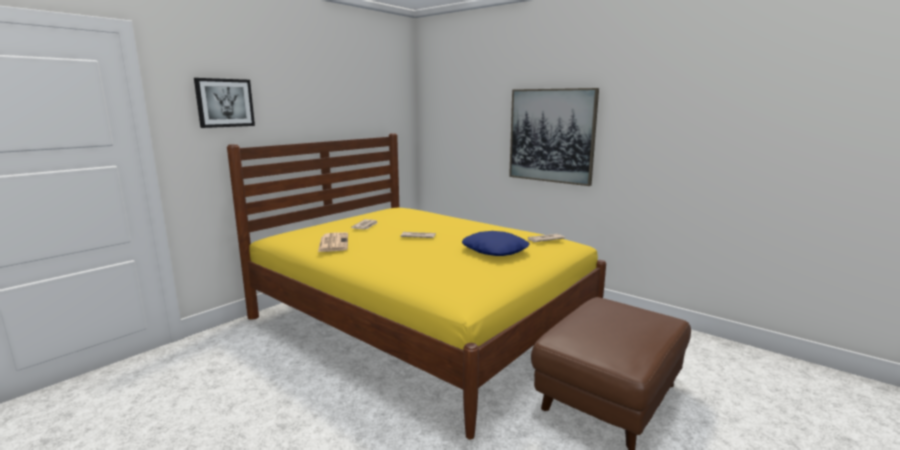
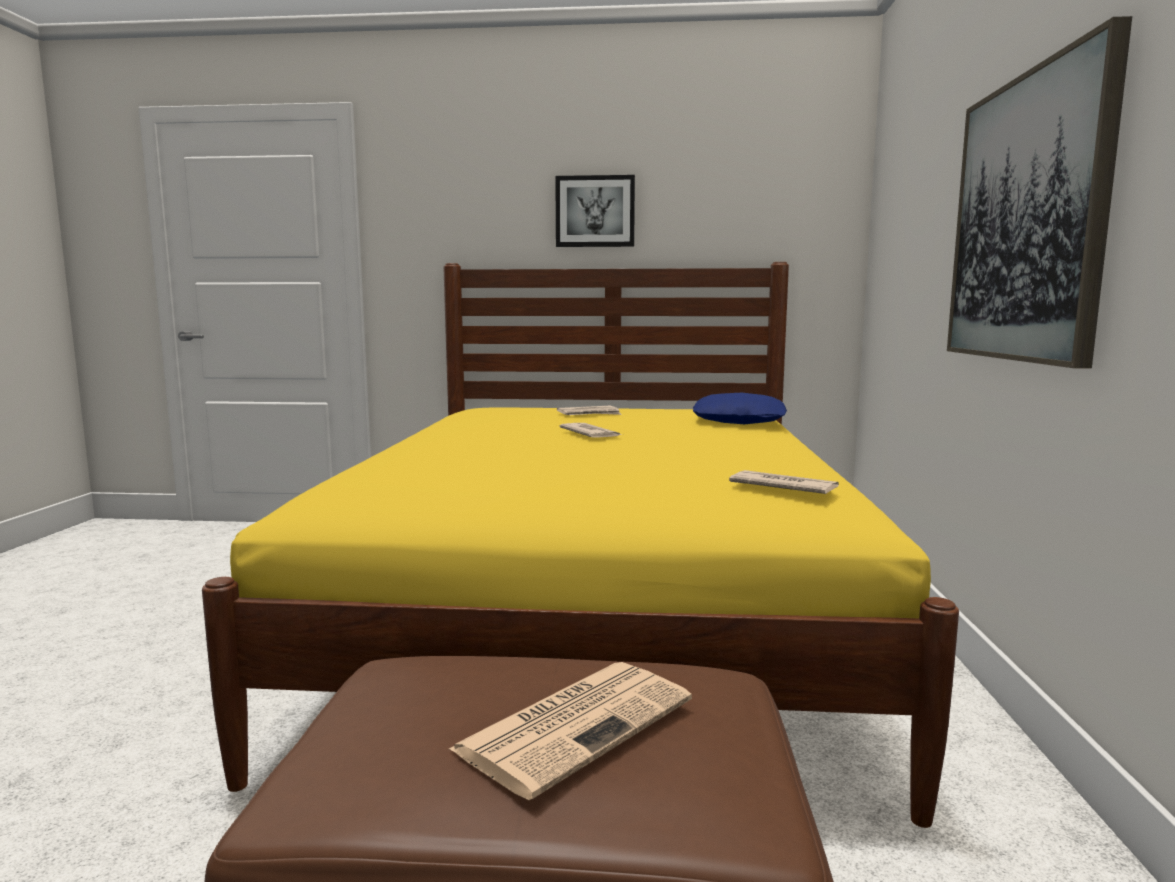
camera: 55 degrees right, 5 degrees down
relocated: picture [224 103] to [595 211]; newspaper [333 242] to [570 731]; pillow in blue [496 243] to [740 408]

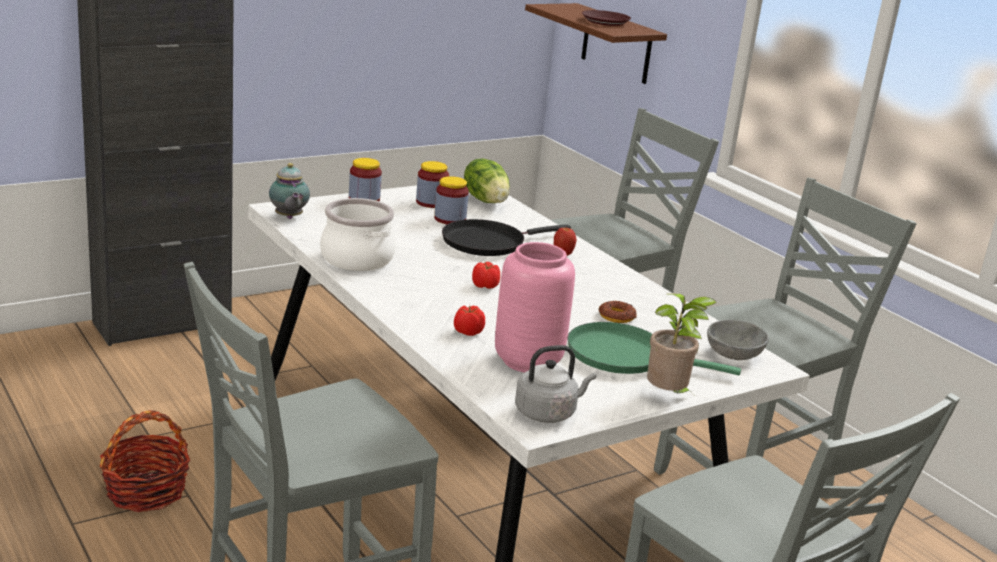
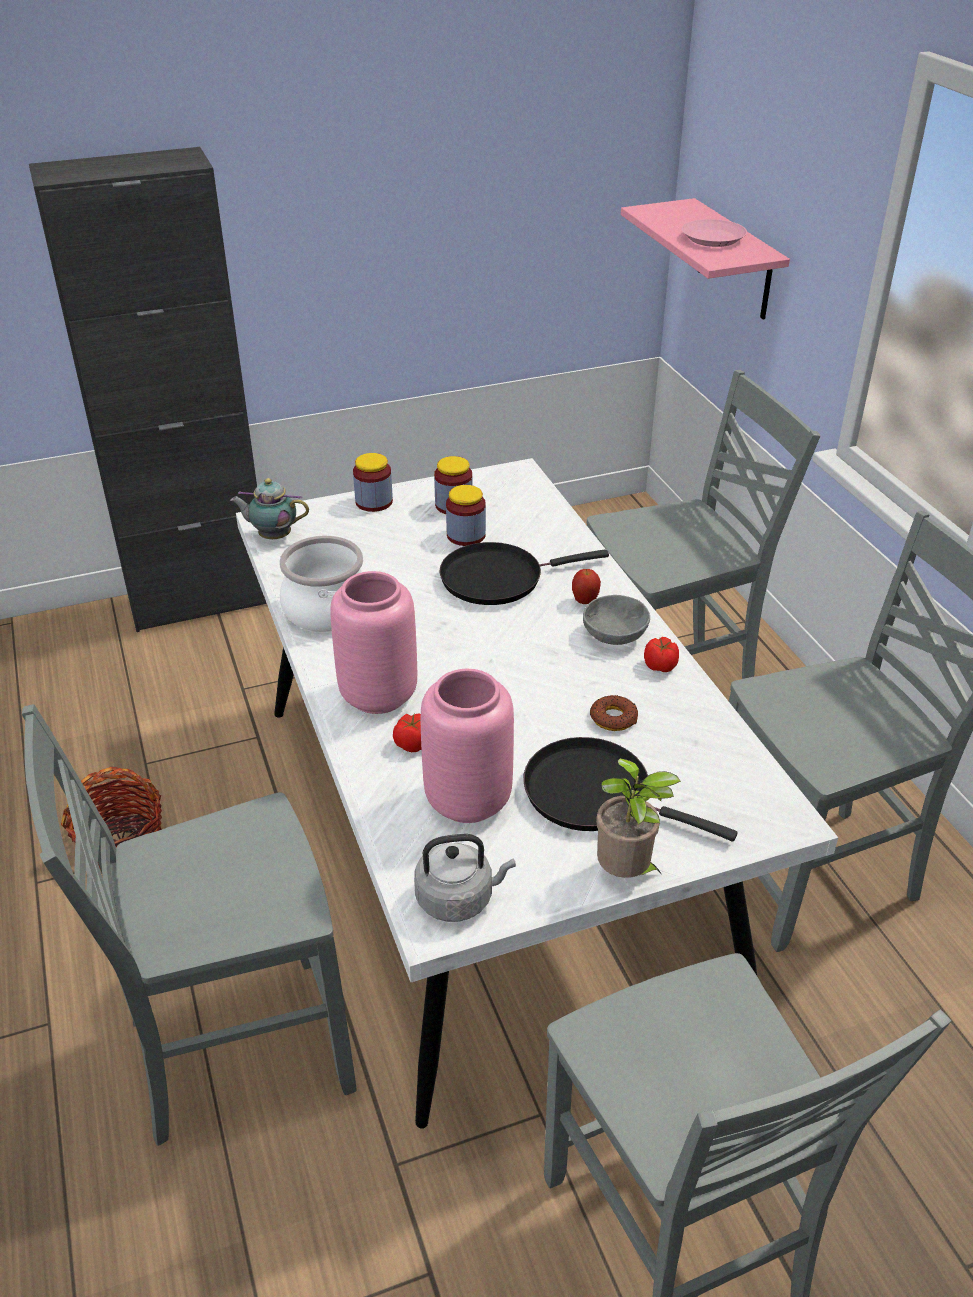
camera: 15 degrees right, 15 degrees up
missing: lettuce [487 180]
appeared: vase in pink [373 642]
relocated: tomato [486 275] to [661 654]; bowl in grey [738 340] to [616 620]
colour: shelf in brown [596 43] to shelf in pink [705 258]; frying pan in green [654 348] to frying pan in black [630 789]; plate in brown [606 18] to plate in pink [714 233]
spun: teapot [289 191] = [269 508] 105 degrees clockwise

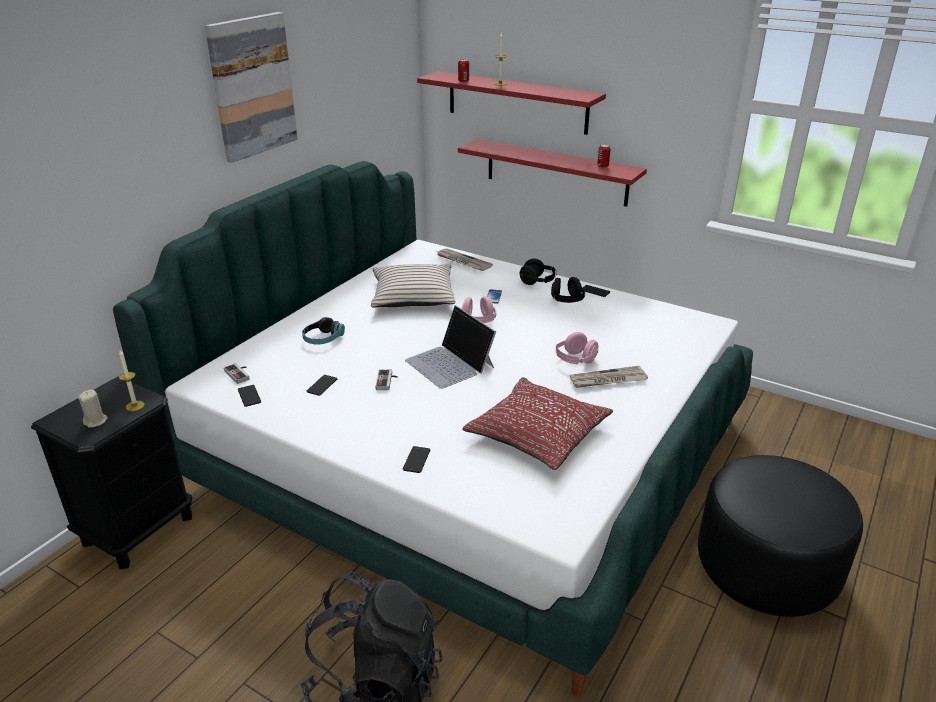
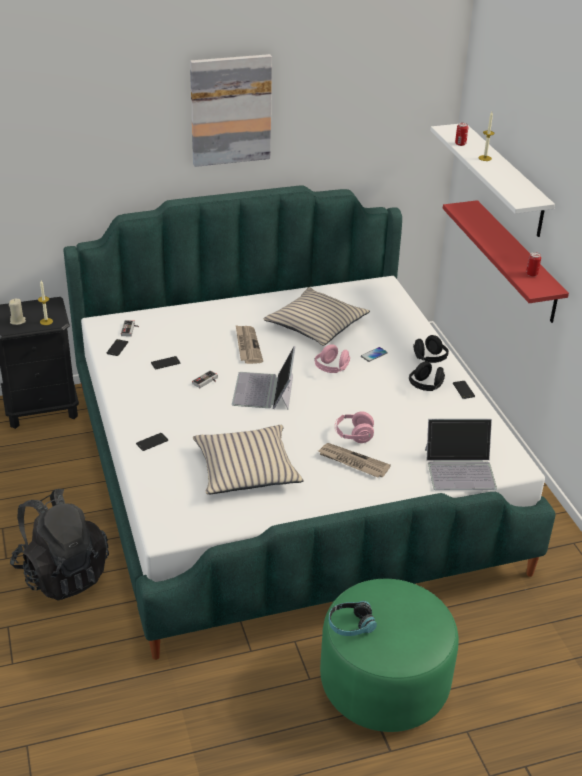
camera: 40 degrees right, 5 degrees up
appeared: laptop [461 454]
relocated: headphones [323 330] to [353 618]; newspaper [465 260] to [249 344]
colour: shelf in red [511 103] to shelf in white [492 180]; pillow in red [537 423] to pillow in beige [248 459]; ottoman in black [780 536] to ottoman in green [389 655]

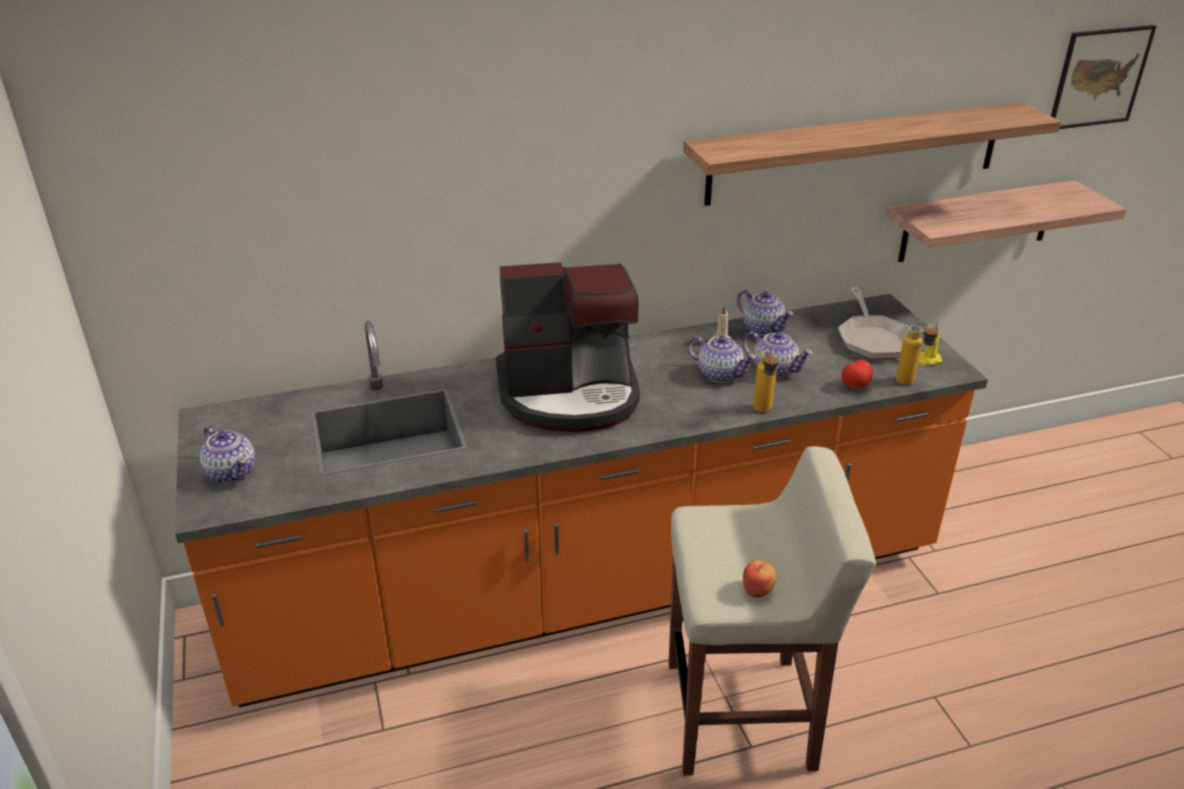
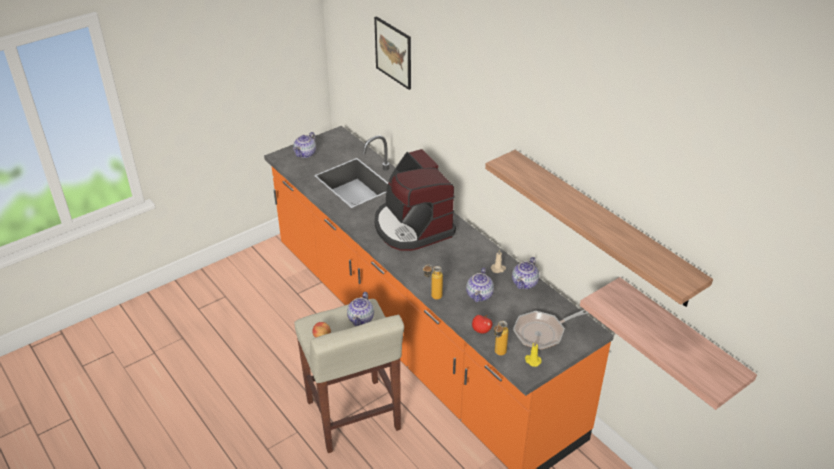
camera: 70 degrees right, 5 degrees up
relocated: teapot [722 359] to [360 309]; picture [1104 77] to [392 53]

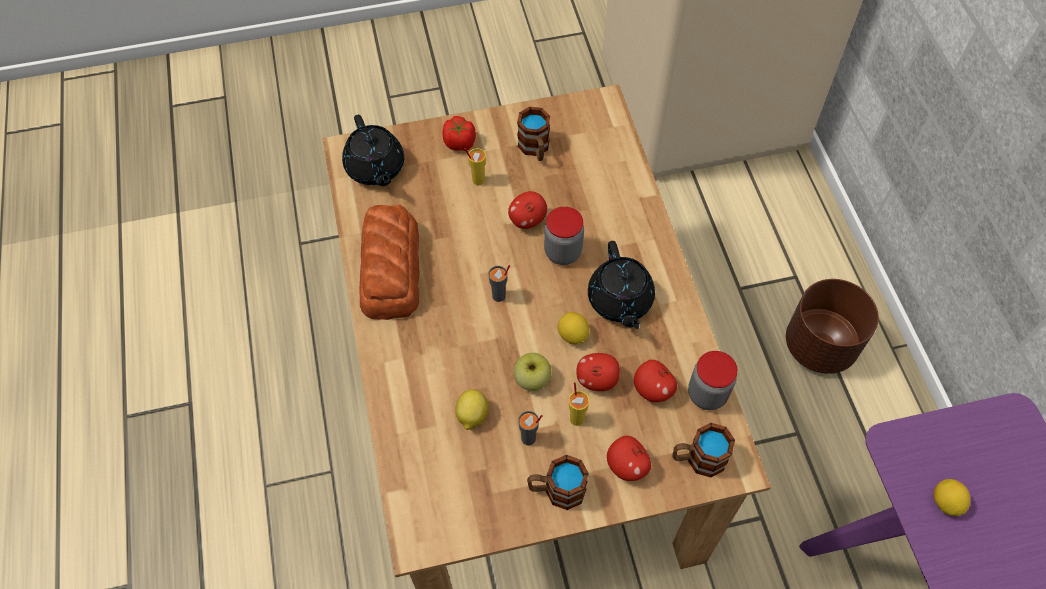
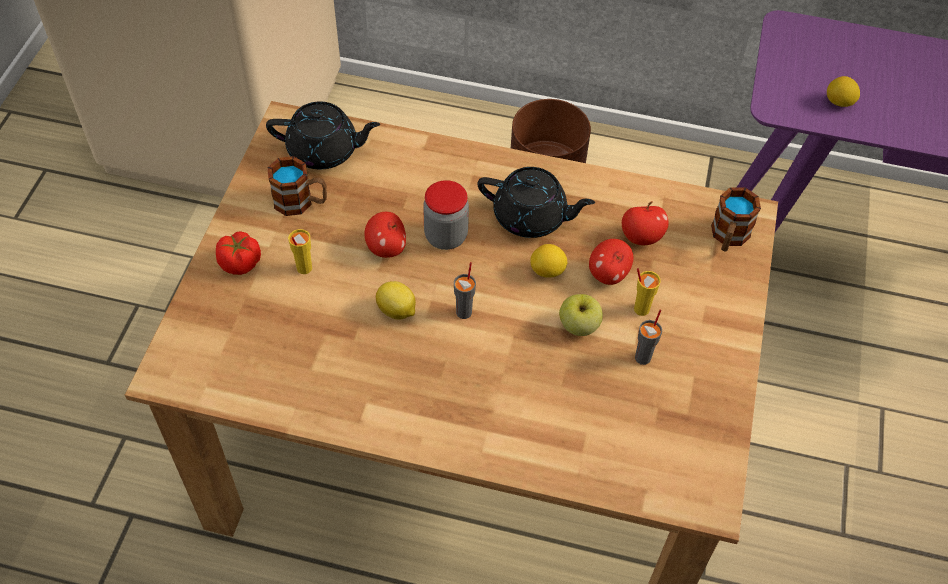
camera: 65 degrees left, 5 degrees down
missing: bread [389 262]; mug [558 482]; apple [629 458]; jar [713 380]
relocated: teapot in black [373 150] to [323 135]; lemon [472 409] to [396 300]

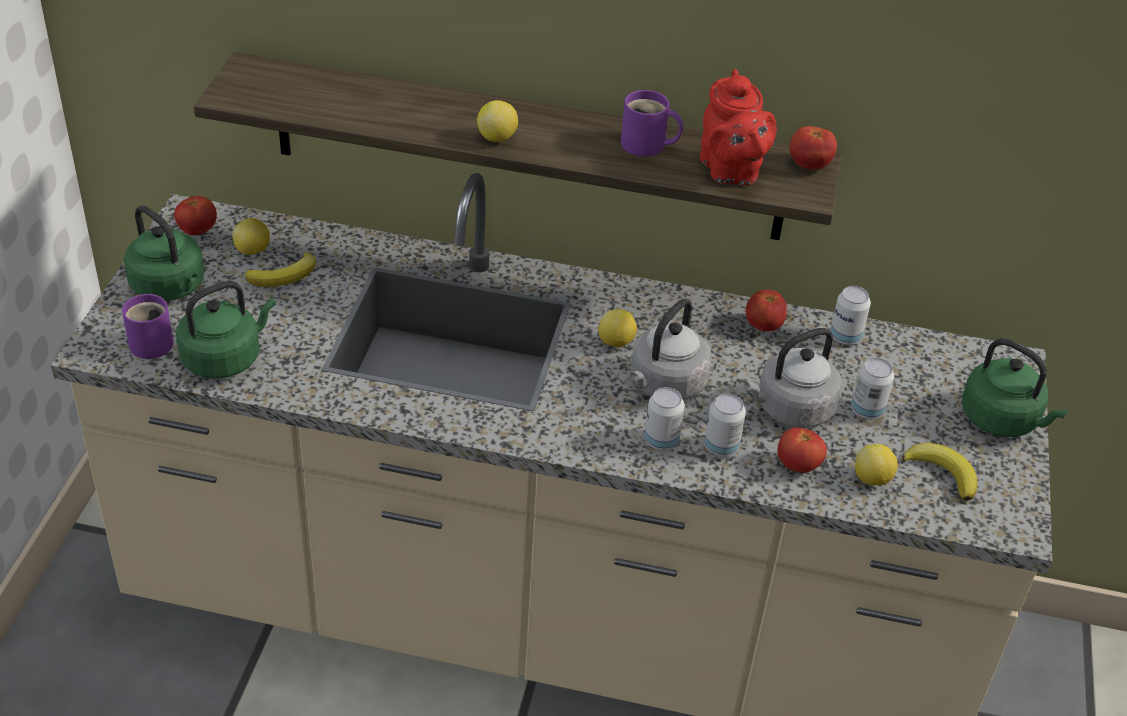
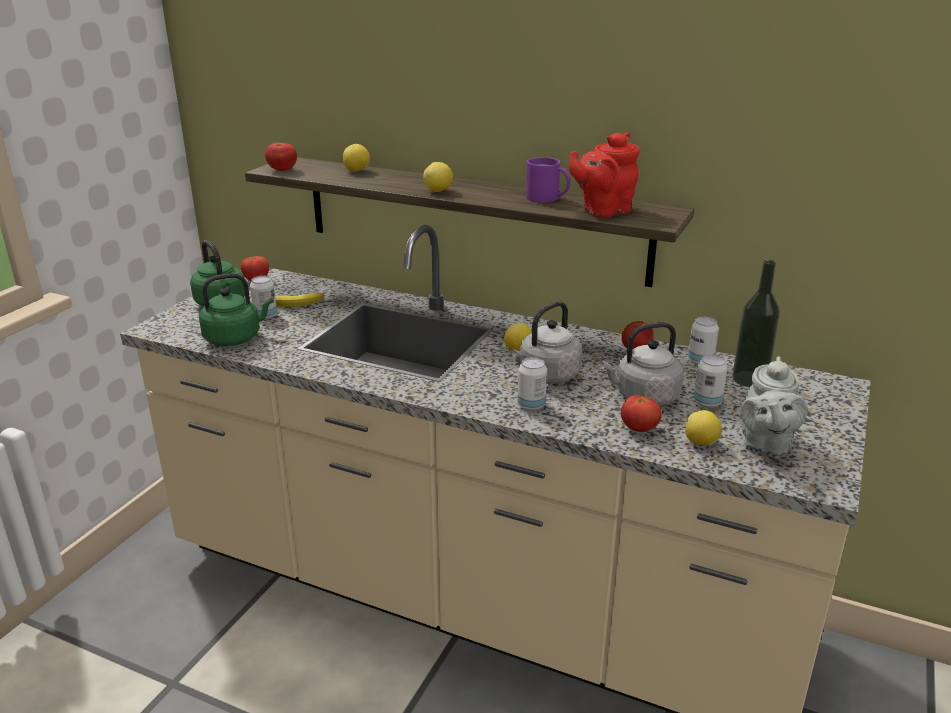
camera: 15 degrees right, 15 degrees down
missing: mug in purple [147 326]; kettle in green [1015 387]
appeared: bottle [756 323]
relocated: lemon [251 236] to [356 158]; can [725 425] to [263 298]; tomato [813 148] to [281 157]
exchanged: banana [939 471] to teapot in grey [773 407]
spun: teapot in red [738 127] = [604 175] 60 degrees clockwise

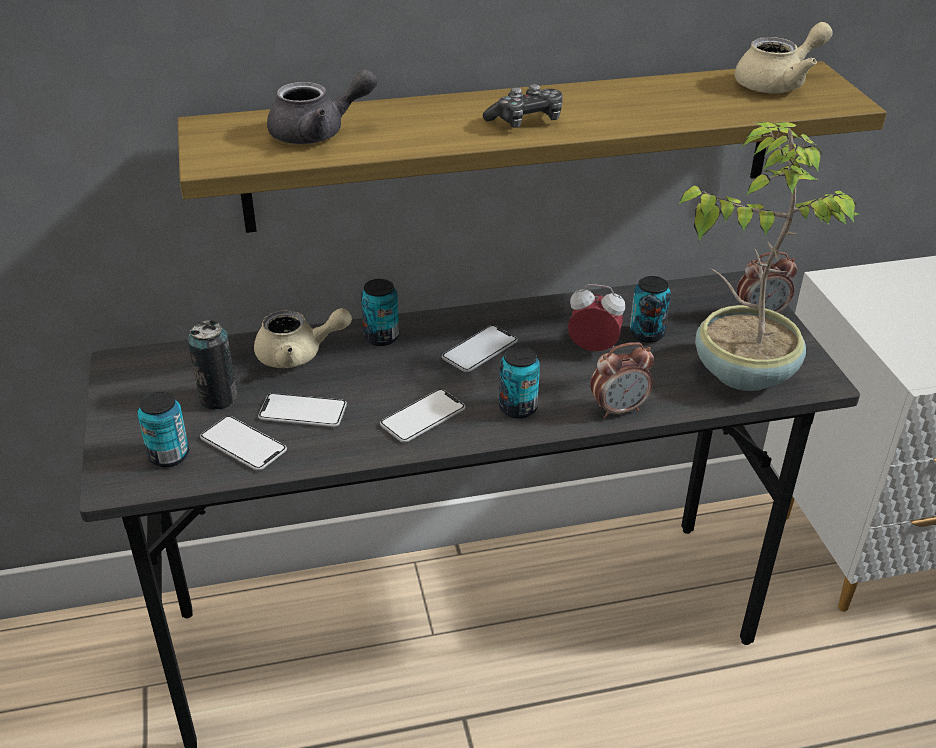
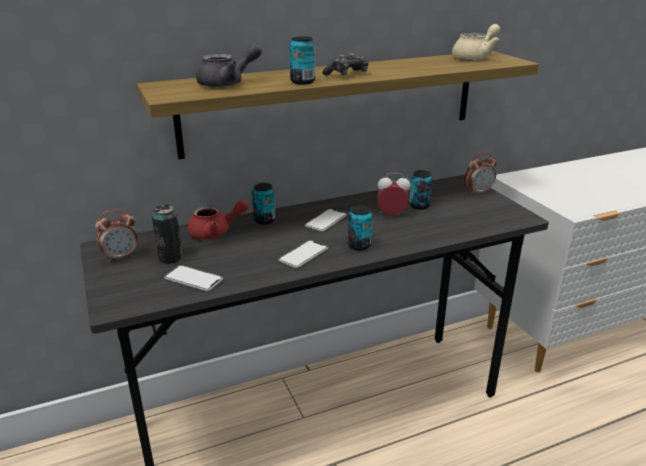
camera: 10 degrees left, 10 degrees down
missing: phone [302 410]; potted plant [768 256]
relocated: can [163 429] to [302 60]; alarm clock [622 380] to [116 236]
colour: teapot in beige [303 338] to teapot in red [218 219]

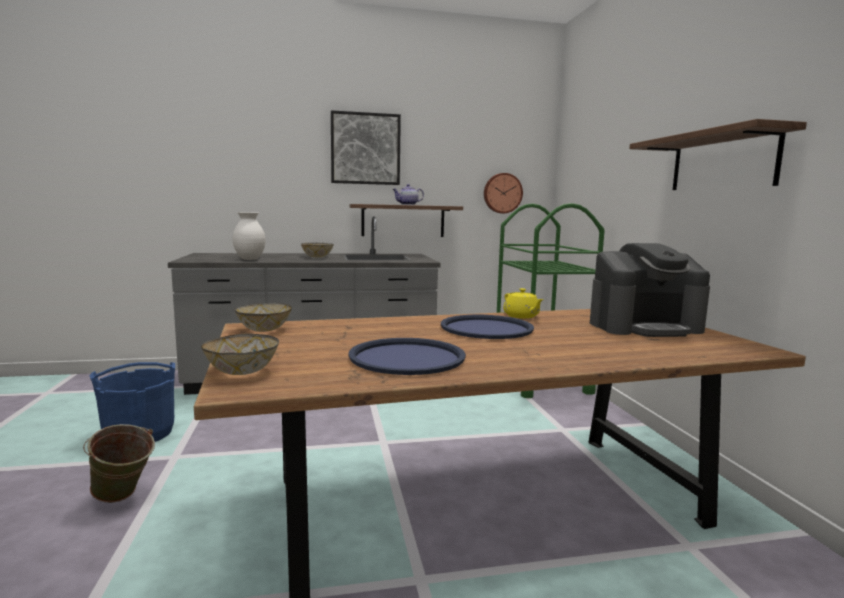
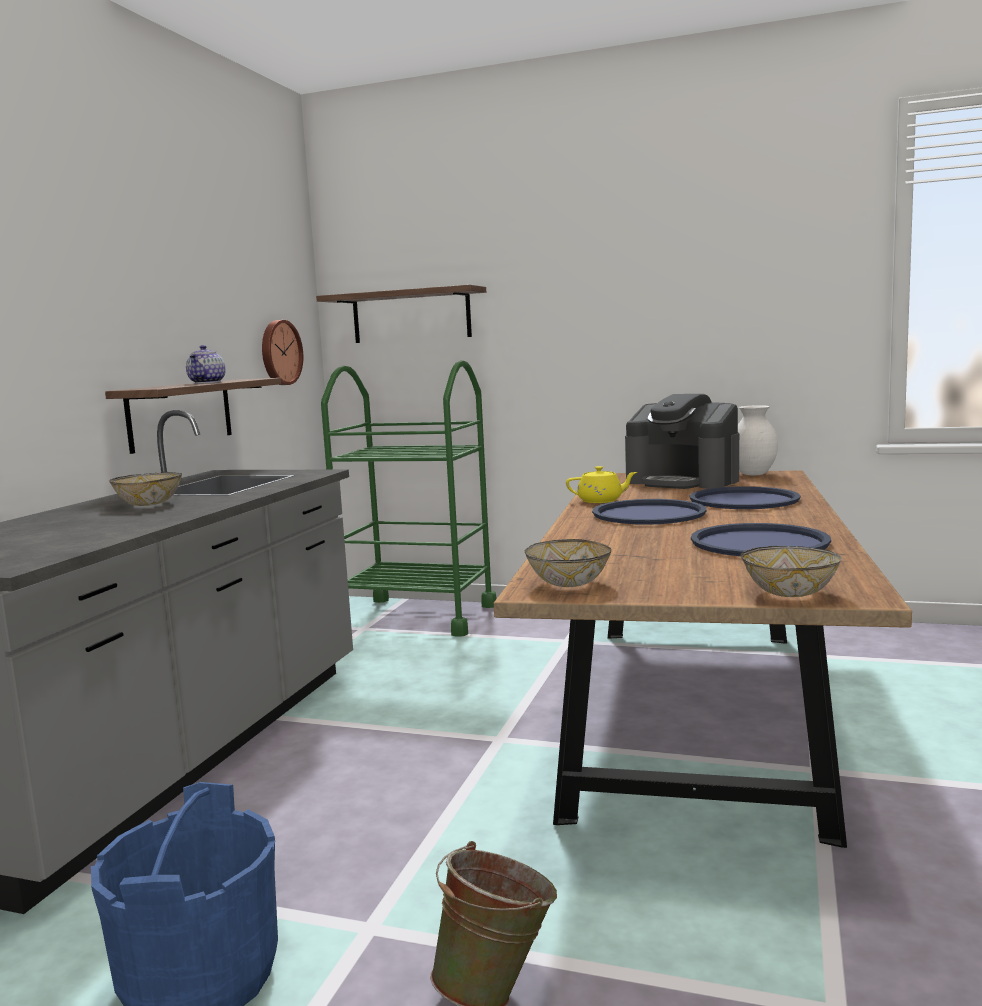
camera: 60 degrees left, 0 degrees up
missing: picture [366 147]
appeared: tray in blue [745 497]
relocated: vase in white [249 236] to [758 440]; shelf [718 154] to [401 314]
spun: coffee machine [650 290] = [682 441] 105 degrees clockwise

